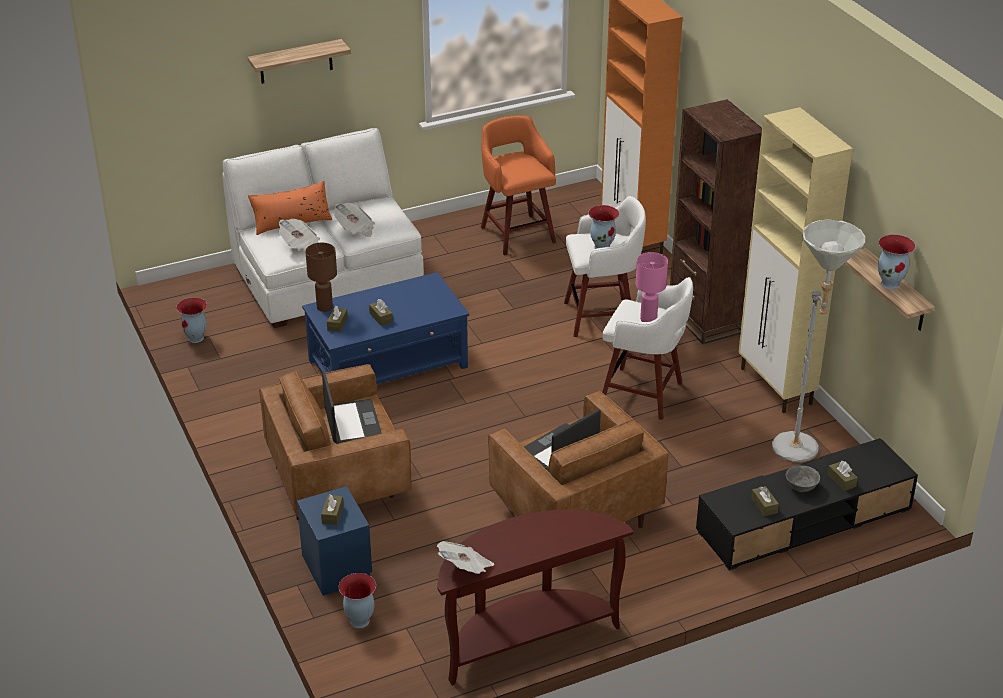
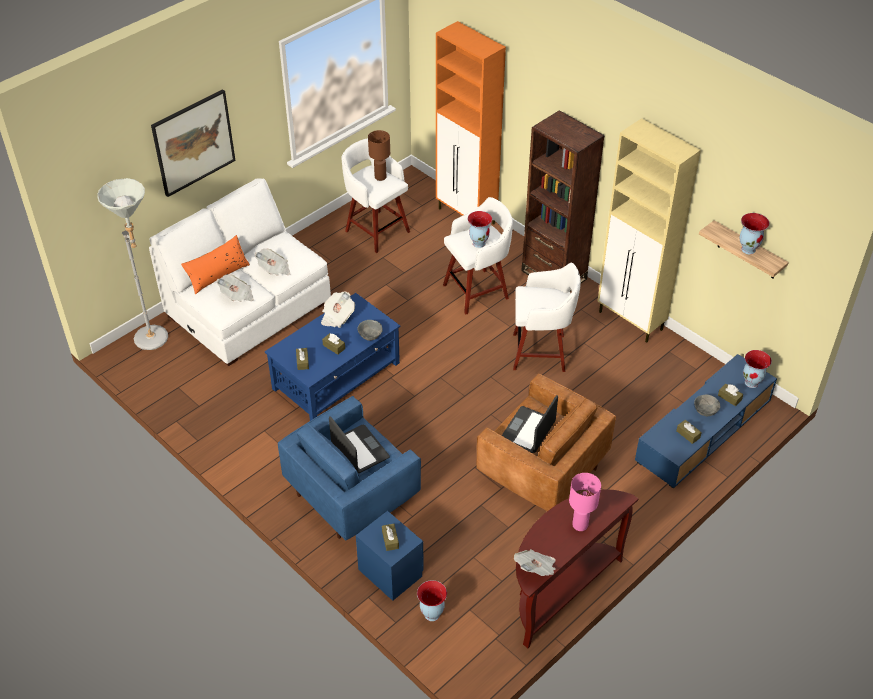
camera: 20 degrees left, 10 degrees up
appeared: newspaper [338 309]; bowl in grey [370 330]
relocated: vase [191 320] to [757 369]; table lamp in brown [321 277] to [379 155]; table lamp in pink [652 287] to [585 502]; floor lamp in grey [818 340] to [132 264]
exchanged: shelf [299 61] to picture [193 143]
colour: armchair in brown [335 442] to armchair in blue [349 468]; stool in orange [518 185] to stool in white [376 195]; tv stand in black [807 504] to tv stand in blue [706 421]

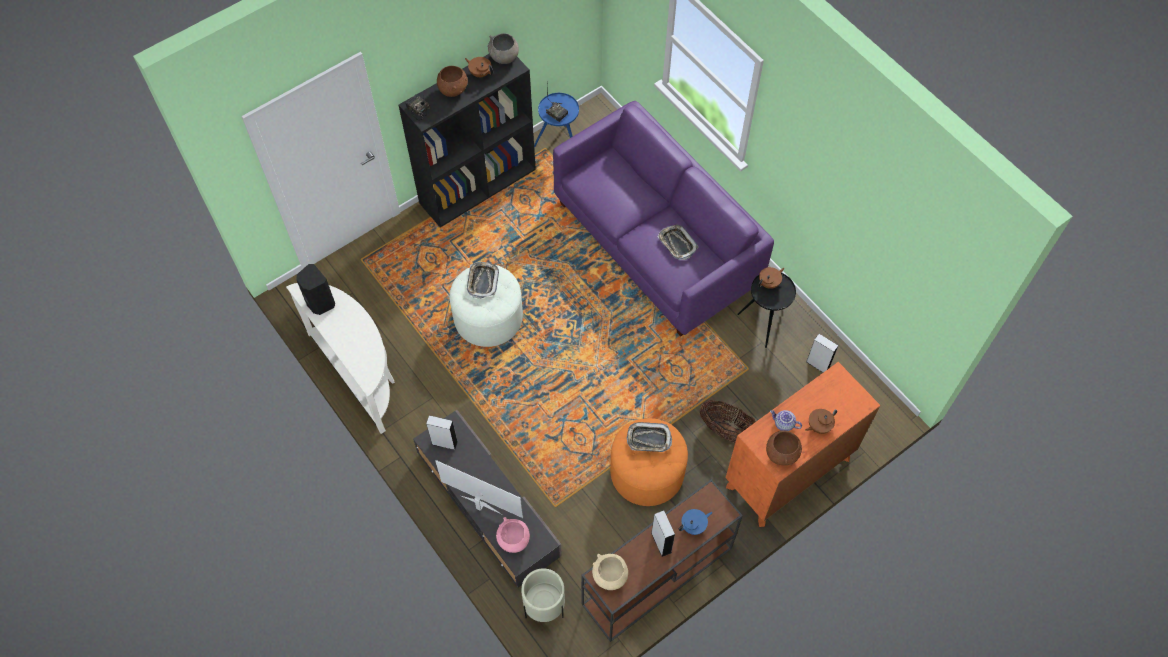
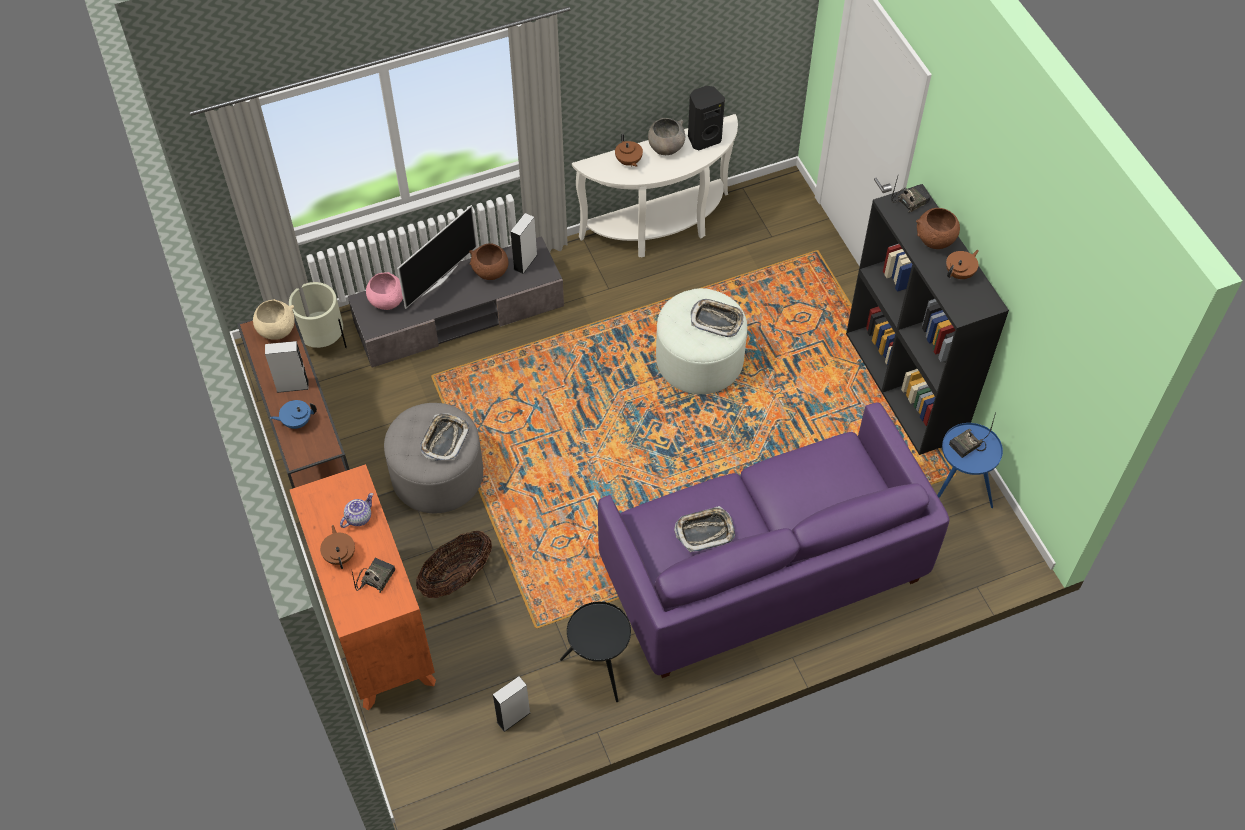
camera: 105 degrees right, 5 degrees down
appeared: radio [373 575]
relocated: bowl in grey [503 48] to [666 136]; teapot in brown [771 278] to [629 150]; bowl in brown [784 447] to [488 261]
colour: ottoman in orange [649 462] to ottoman in grey [433 458]
spun: teapot in blue [696 522] = [293 414] 90 degrees clockwise

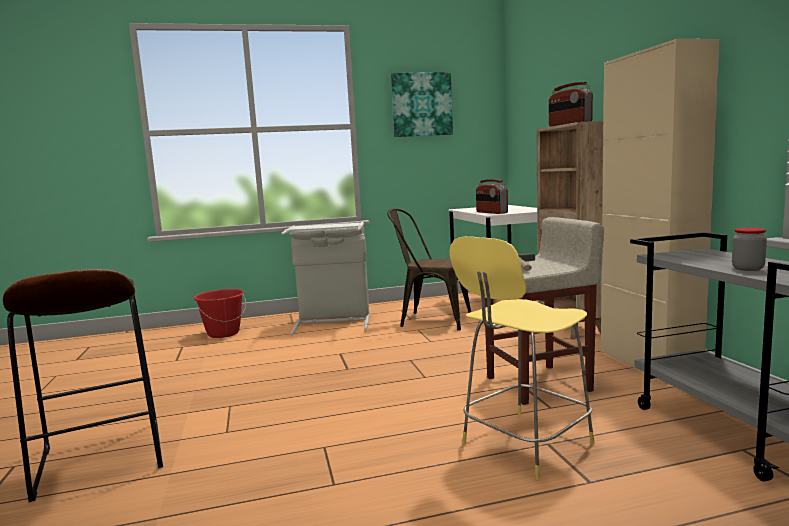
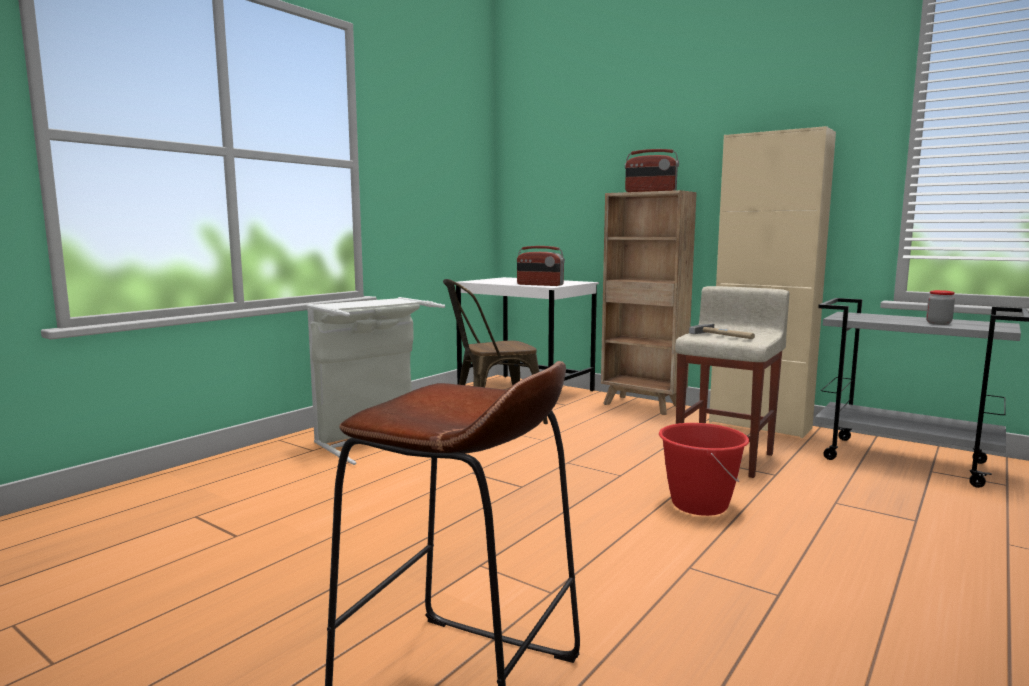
camera: 40 degrees left, 0 degrees up
missing: picture [422 104]; stool in yellow [522 358]
relocated: bucket in red [220 313] to [704 469]

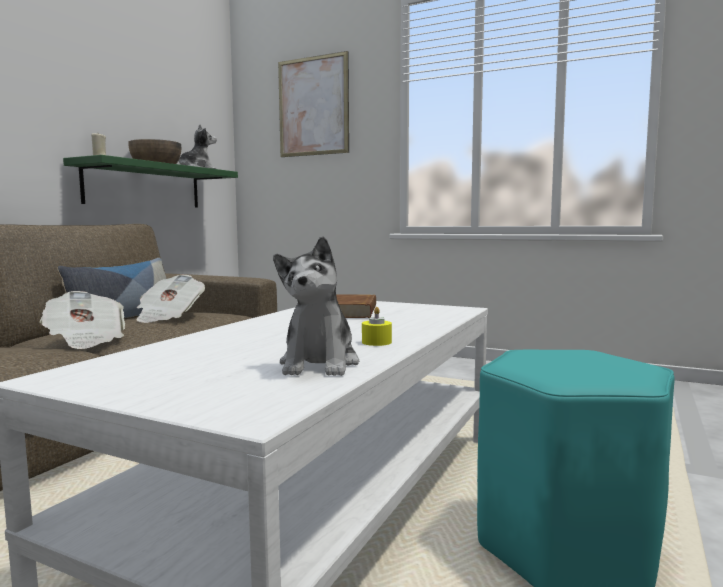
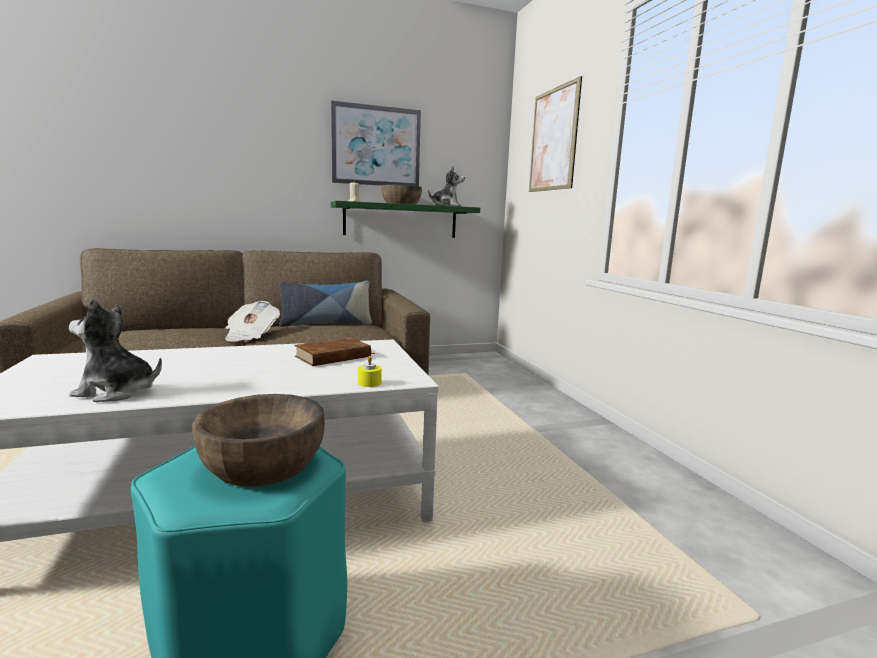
camera: 45 degrees right, 5 degrees up
missing: newspaper [170 299]
appeared: bowl in brown [258 440]; picture [376 143]
relocated: candle in yellow [377 326] to [370 371]
spun: plush toy [316 306] = [115 350] 45 degrees clockwise

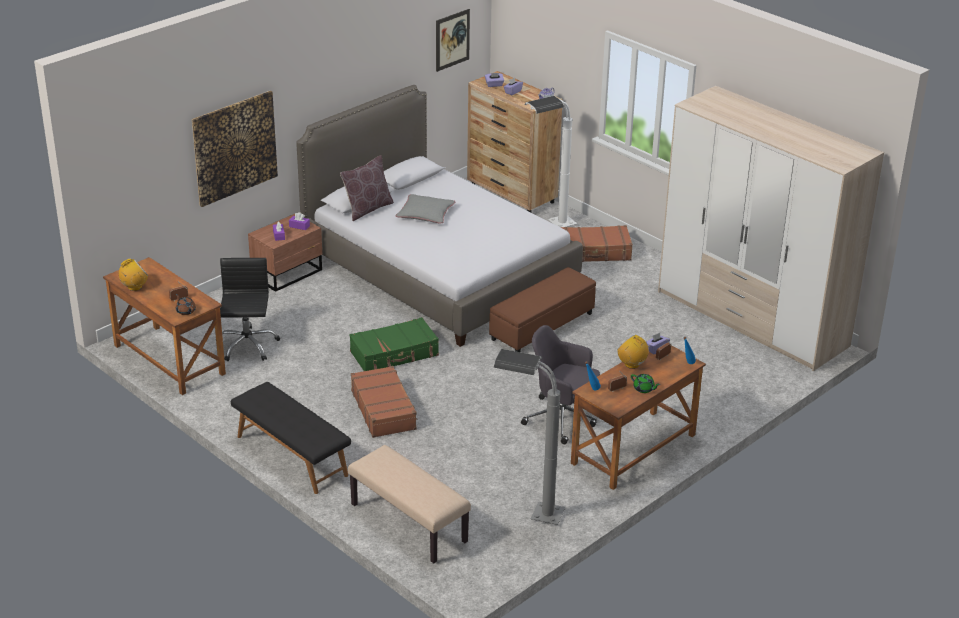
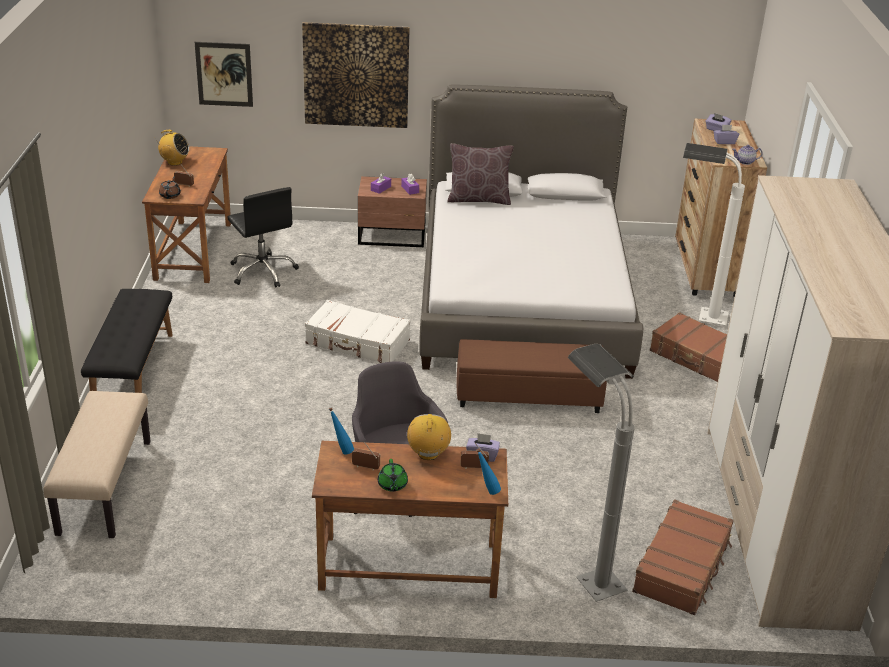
camera: 45 degrees right, 0 degrees up
missing: pillow in grey [425 209]
relocated: suitcase in brown [384 402] to [683 557]; picture [453 40] to [224 74]; floor lamp in grey [529 437] to [601 473]
colour: suitcase in green [394 344] to suitcase in white [357 331]
spun: office chair in black [250 309] = [263 237] 105 degrees clockwise

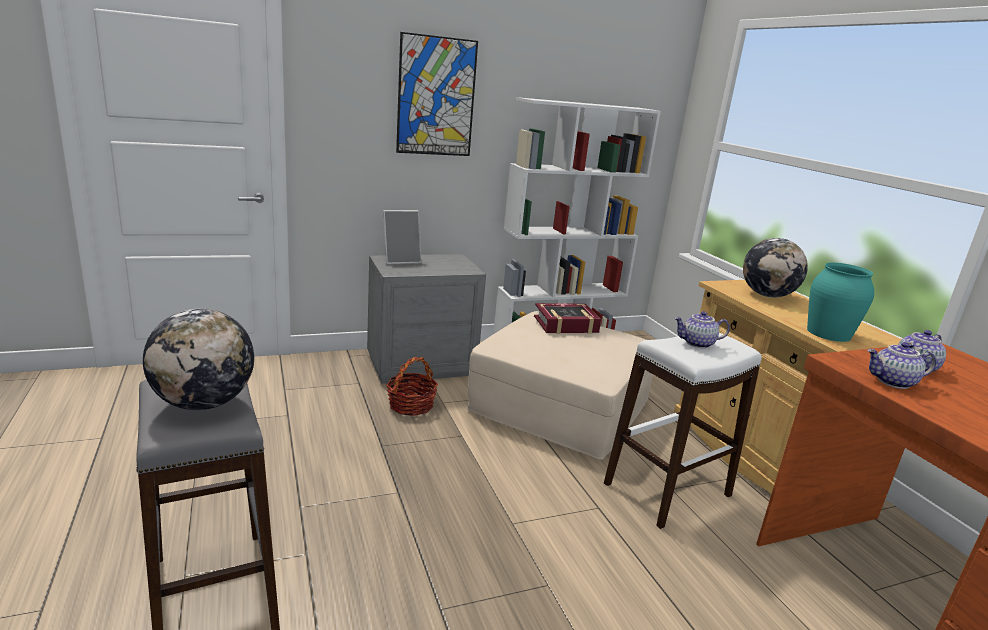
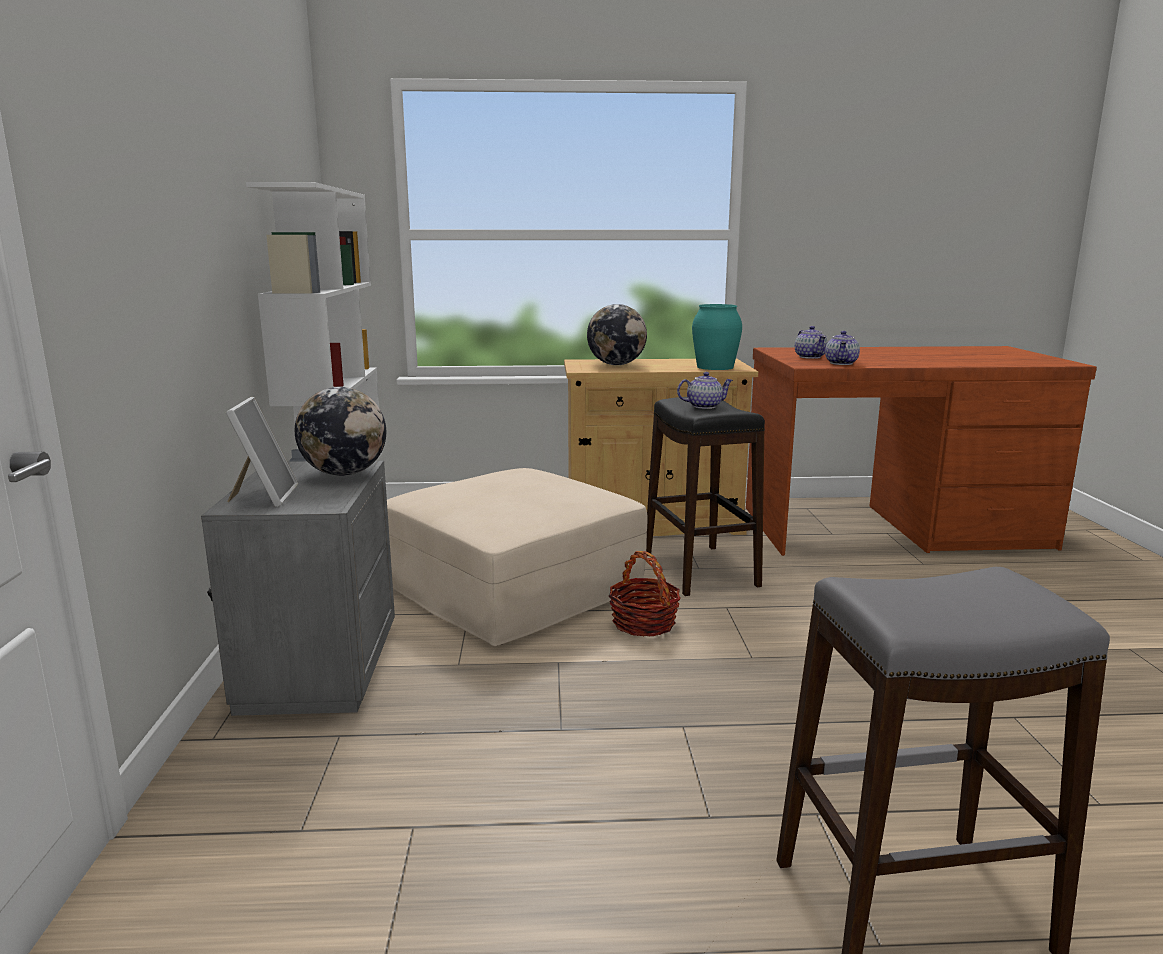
camera: 70 degrees left, 5 degrees down
missing: picture [437 94]; book [567 318]
relocated: globe [198 359] to [340 431]; basket [412 386] to [645 593]
colour: stool in white [683 431] to stool in black [705 496]
spun: teapot [702 329] = [705 390] 120 degrees counterclockwise

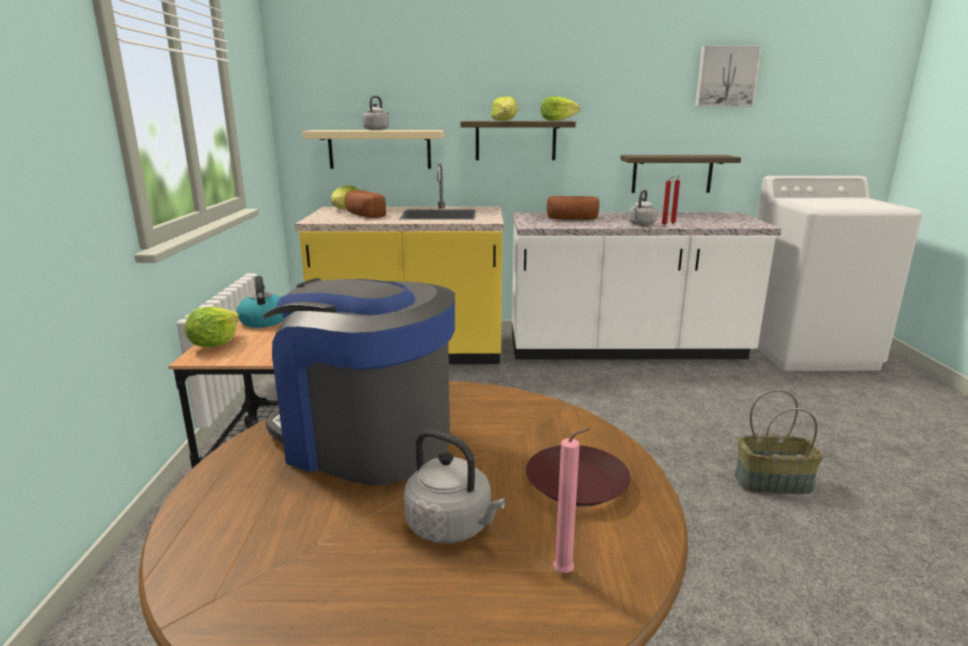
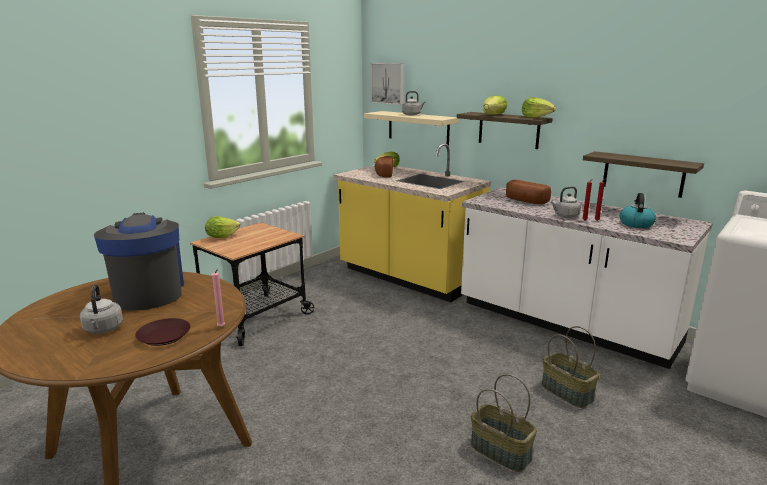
camera: 40 degrees right, 0 degrees up
appeared: basket [570 367]
relocated: kettle [260 302] to [638 210]; candle in pink [572 500] to [218 298]; picture [728 76] to [387 84]

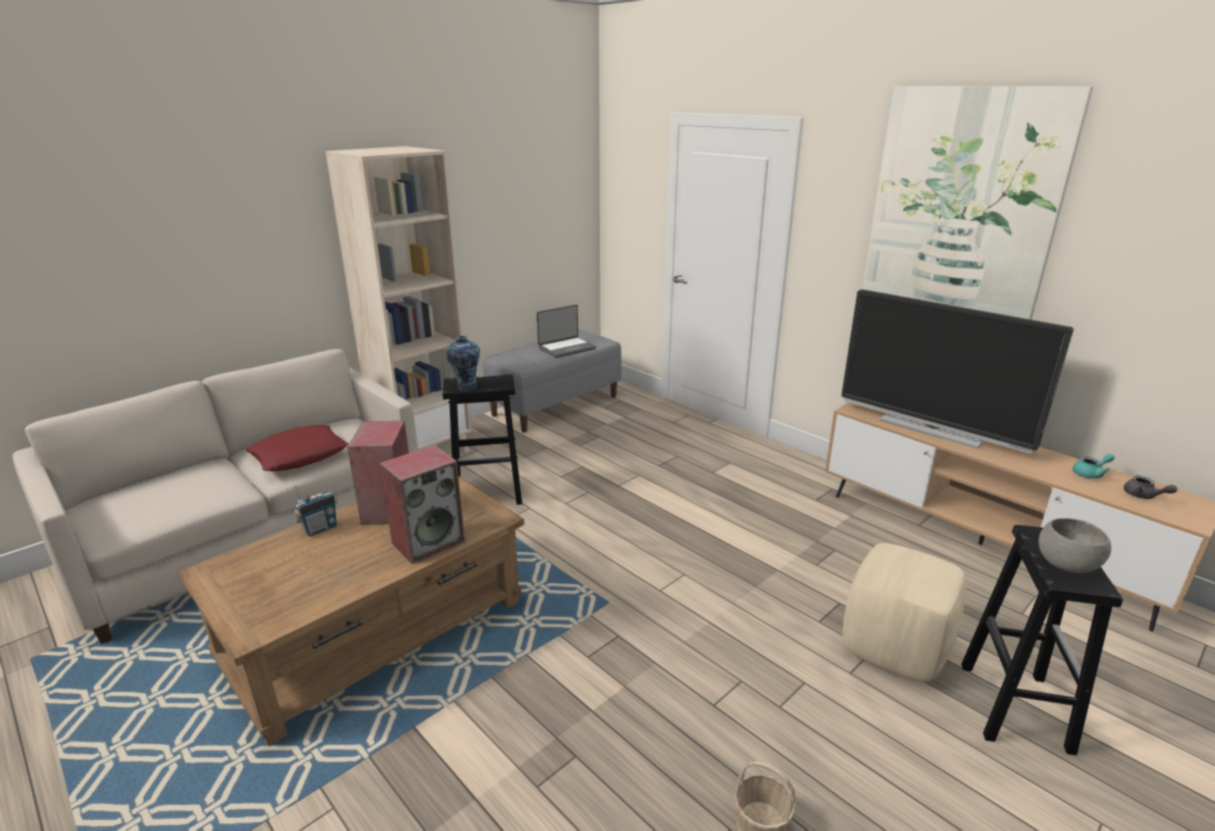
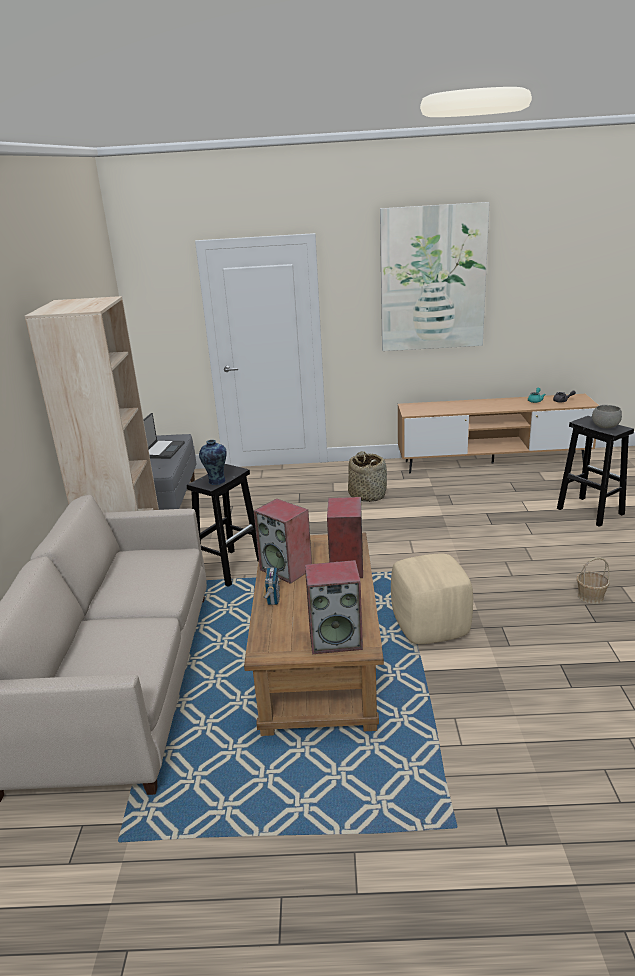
camera: 45 degrees left, 0 degrees up
missing: pillow in red [297 448]; television [957 371]
appeared: speaker [334 607]; basket [367 476]
relocated: ottoman in beige [904 612] to [432 599]

